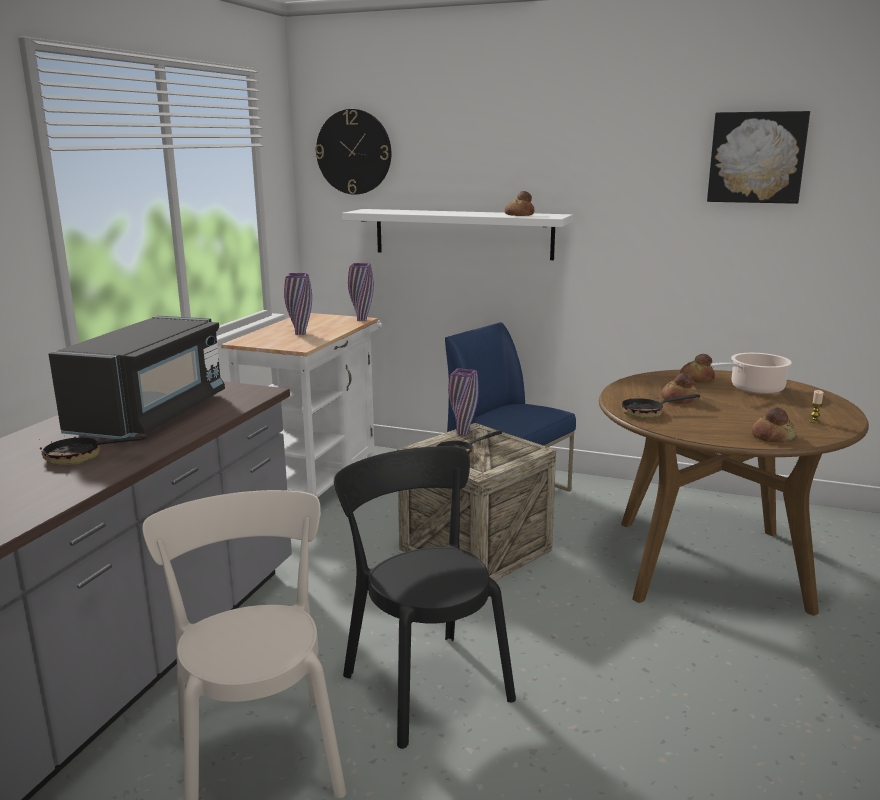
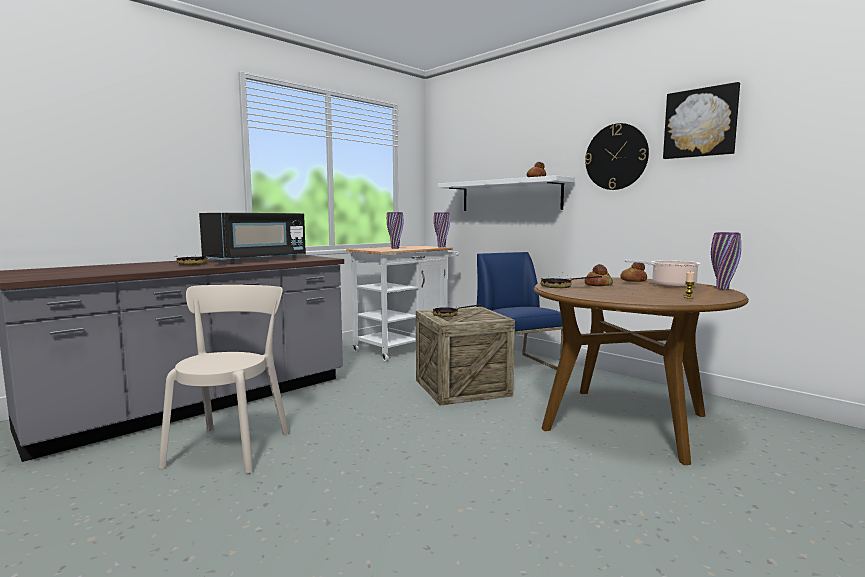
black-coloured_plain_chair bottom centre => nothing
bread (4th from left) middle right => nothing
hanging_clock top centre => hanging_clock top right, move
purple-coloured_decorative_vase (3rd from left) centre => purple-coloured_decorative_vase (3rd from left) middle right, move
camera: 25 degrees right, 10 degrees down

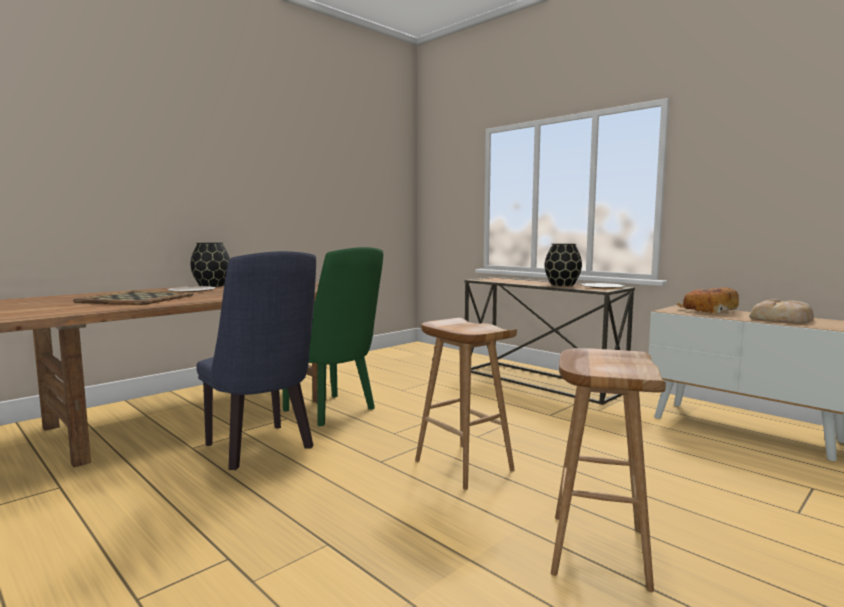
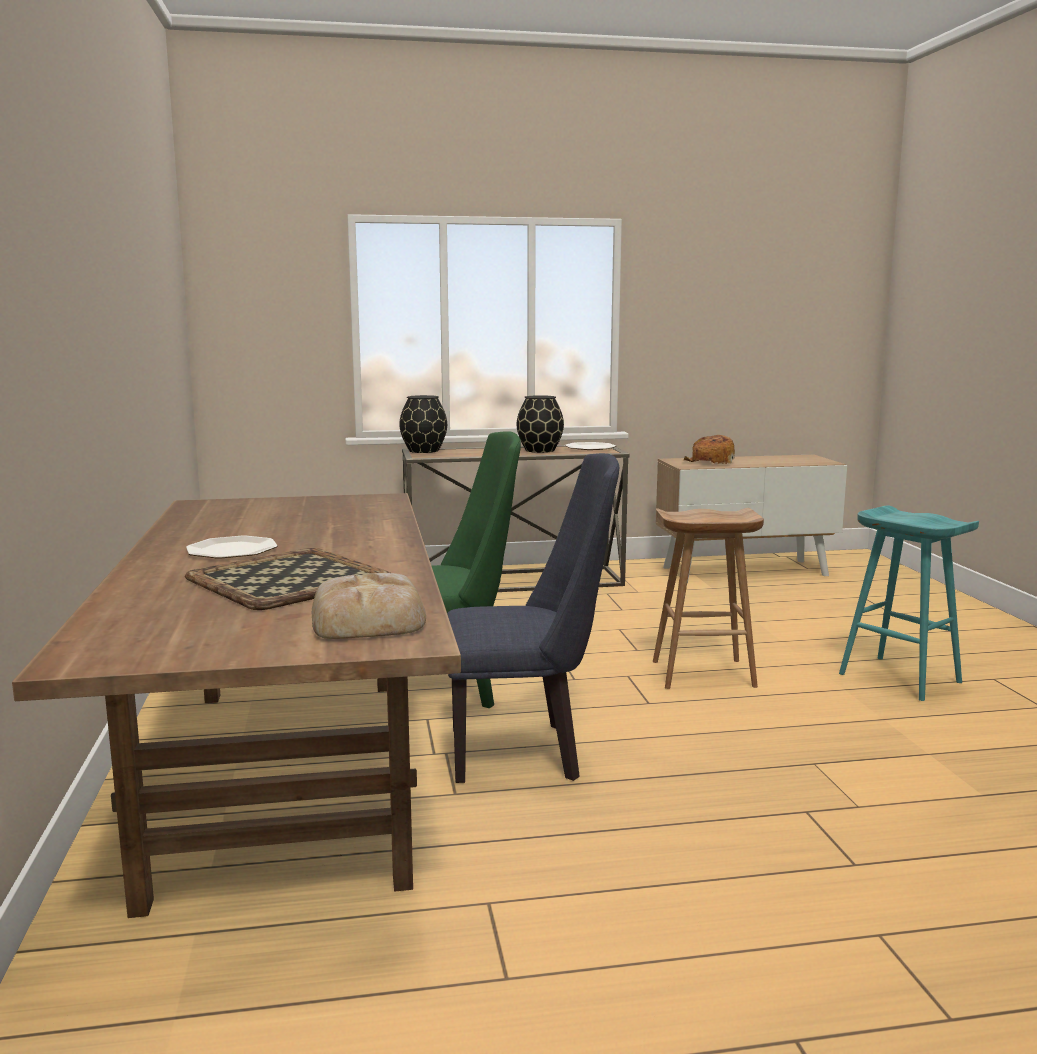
black-coloured_decorative_vase (1st from left) middle left => black-coloured_decorative_vase (1st from left) centre, move
bread (2nd from left in the first image) middle right => bread (1st from left) centre, move
brown-coloured_sitting_stool (2nd from left) bottom right => blue-green_sitting_stool middle right
camera: 55 degrees left, 5 degrees up

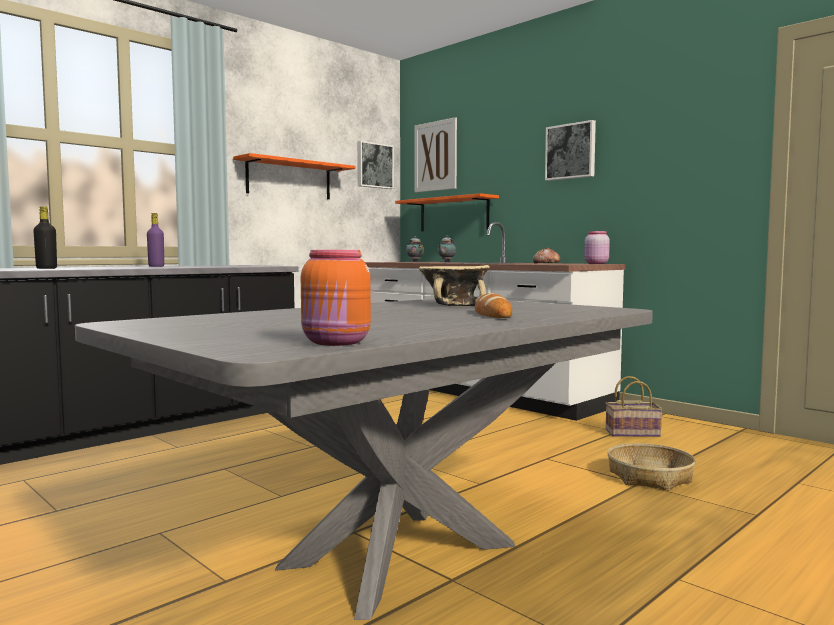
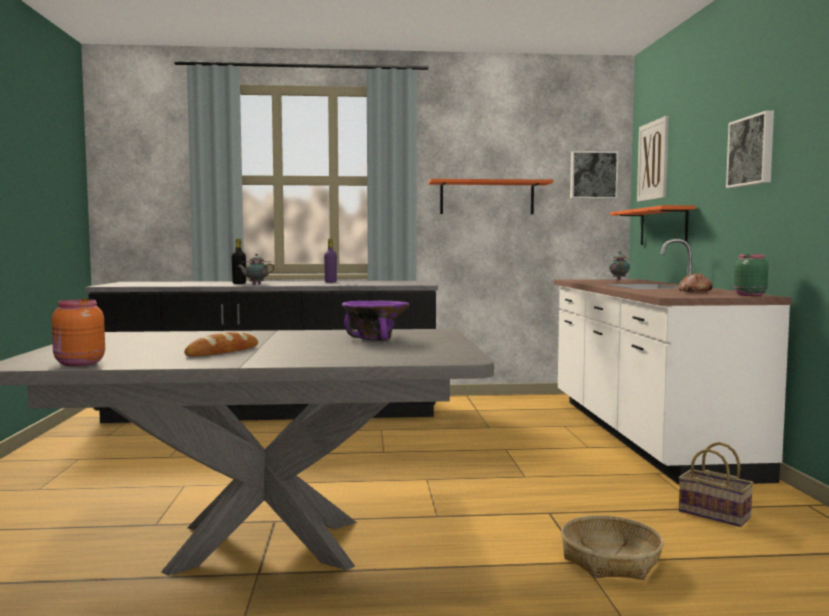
tea_pot (2nd from left in the first image) centre => tea_pot (1st from left) middle left, move
bread (1st from left) centre => bread (1st from left) middle left, move
sand-coloured_serving_bowl centre => purple-coloured_serving_bowl centre
pink-coloured_preserve_jar middle right => green-coloured_preserve_jar middle right
camera: 40 degrees right, 0 degrees up

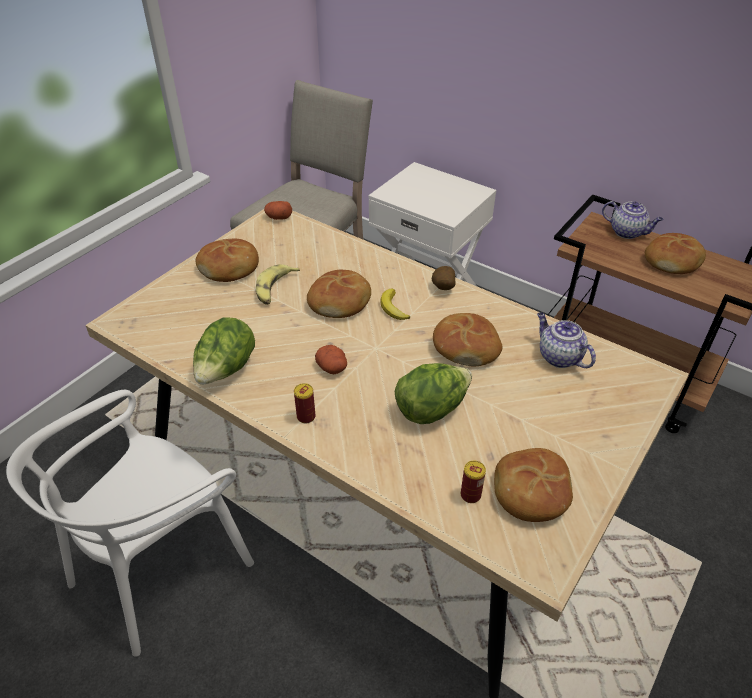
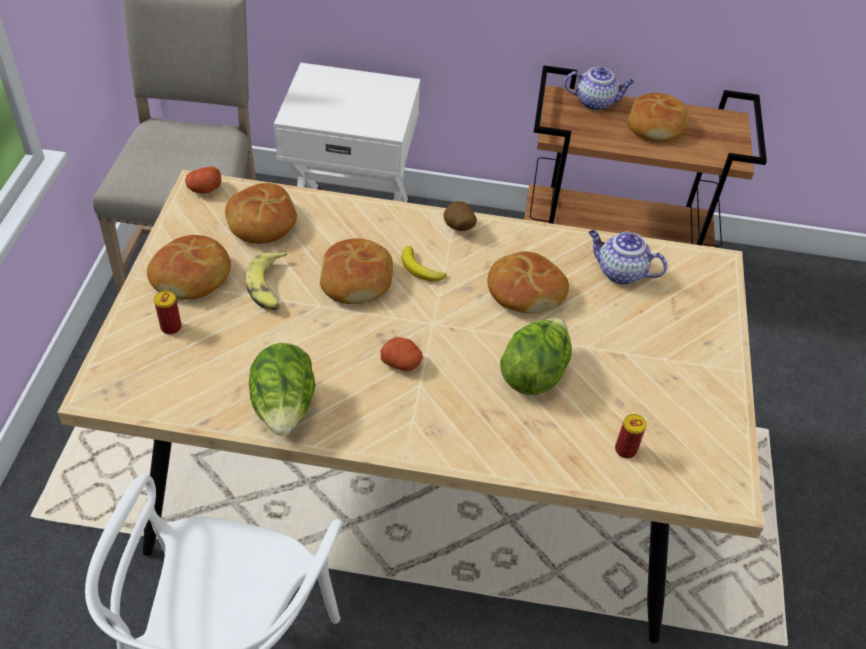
sealed_can (1st from left) centre => sealed_can (1st from left) middle left, move
bread (4th from left in the first image) bottom right => bread (2nd from left) top left, move
camera: 30 degrees left, 5 degrees up

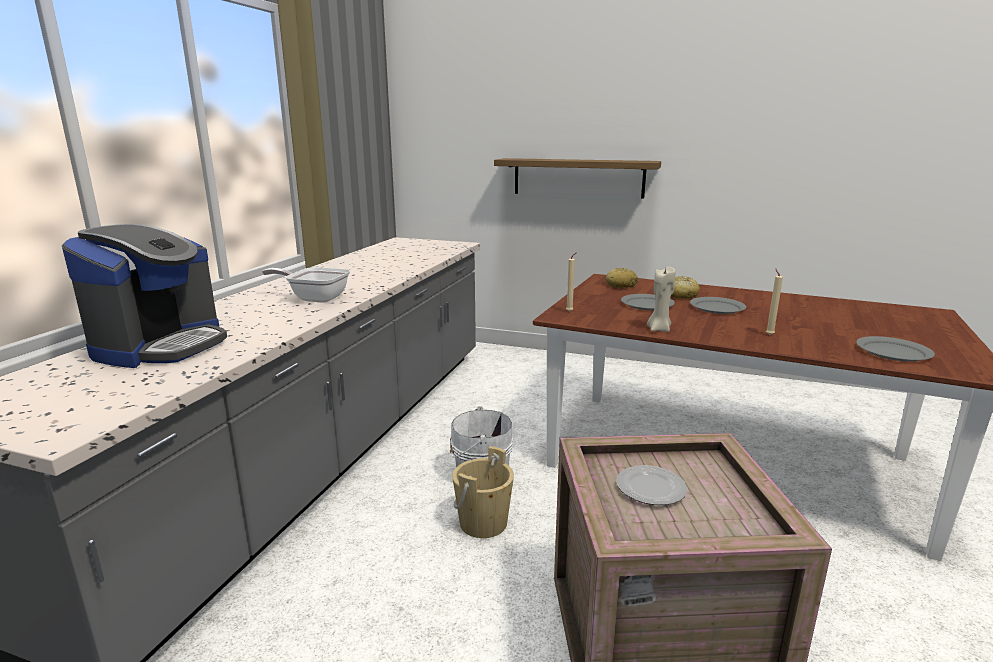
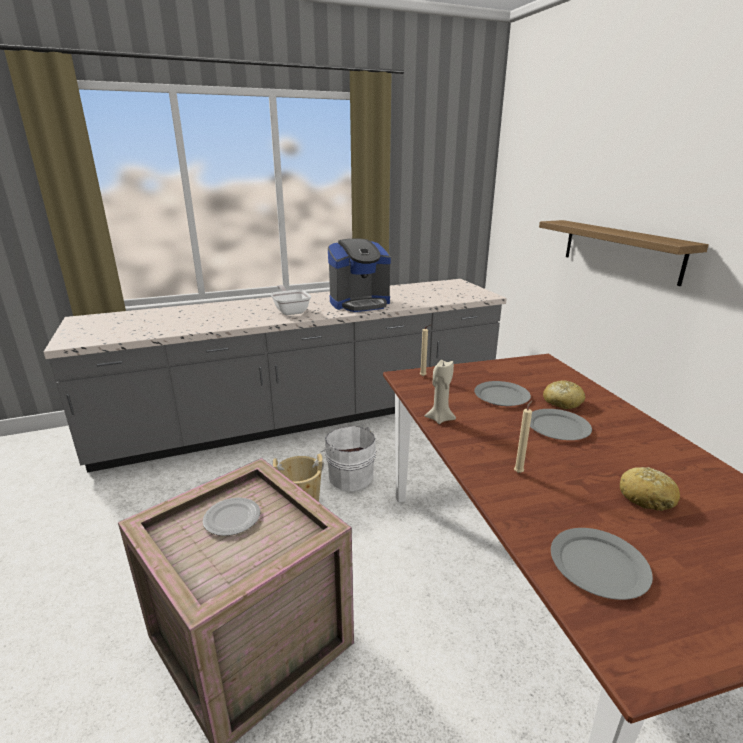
coffee_brewer middle left => coffee_brewer centre, move
bread (1st from left in the first image) centre => bread (2nd from left) middle right, move
camera: 50 degrees right, 5 degrees up

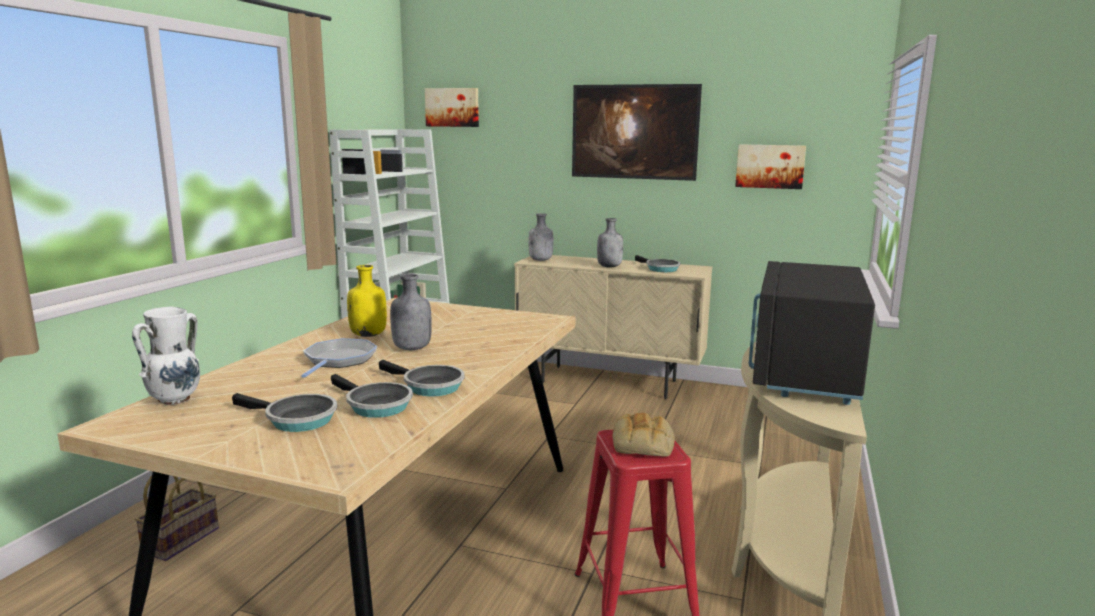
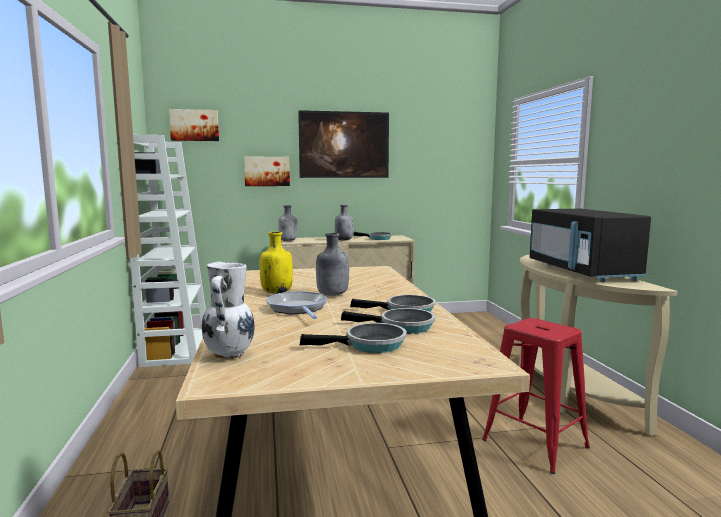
bread bottom centre => nothing
wall_picture (3rd from left in the first image) top right => wall_picture (2nd from left) top centre, move
camera: 30 degrees left, 5 degrees down

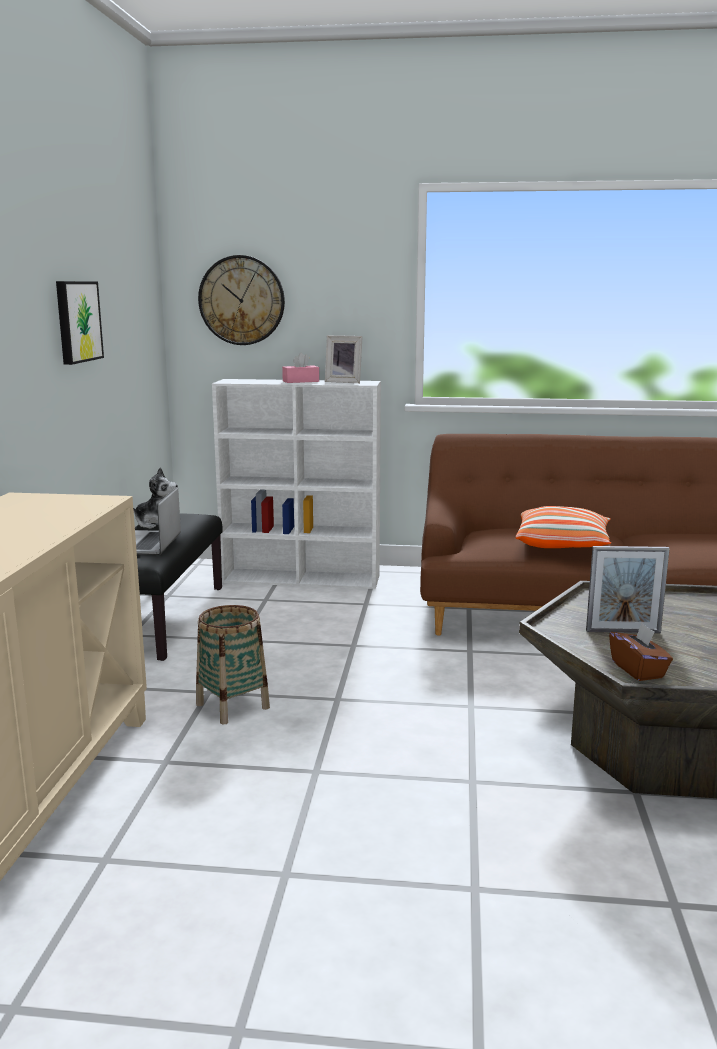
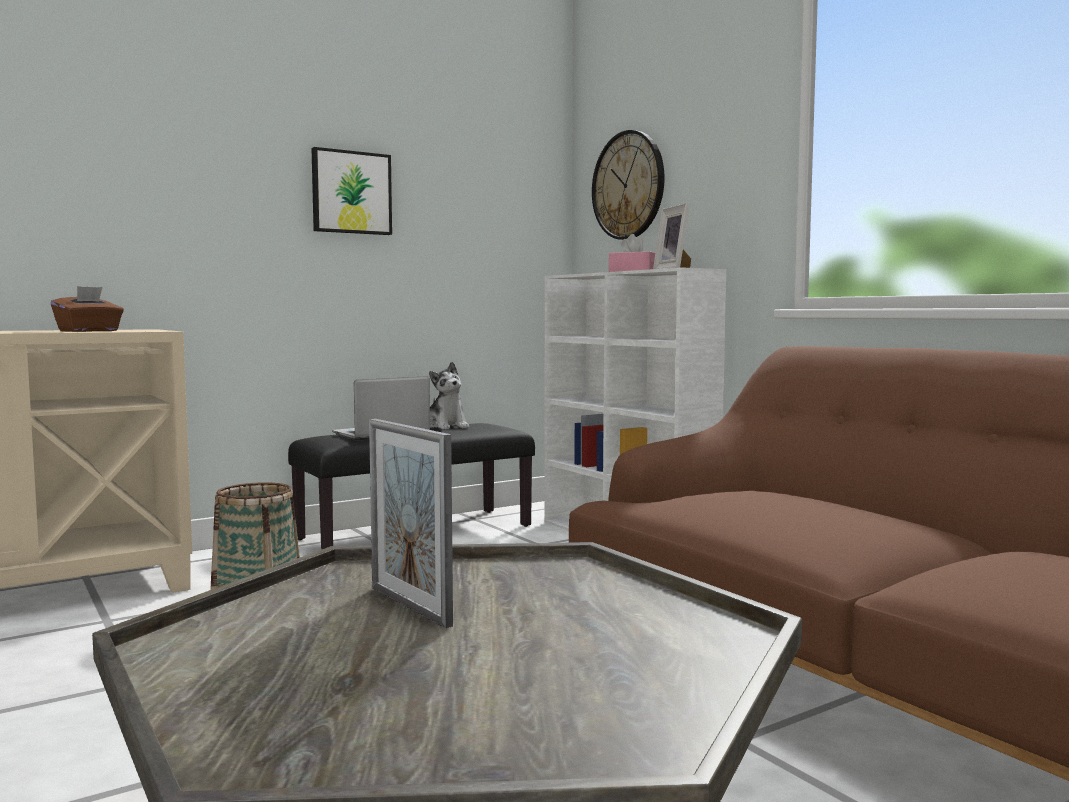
throw_pillow middle right => nothing
brown-coloured_tissue_holder middle right => brown-coloured_tissue_holder middle left, move
camera: 50 degrees right, 10 degrees down

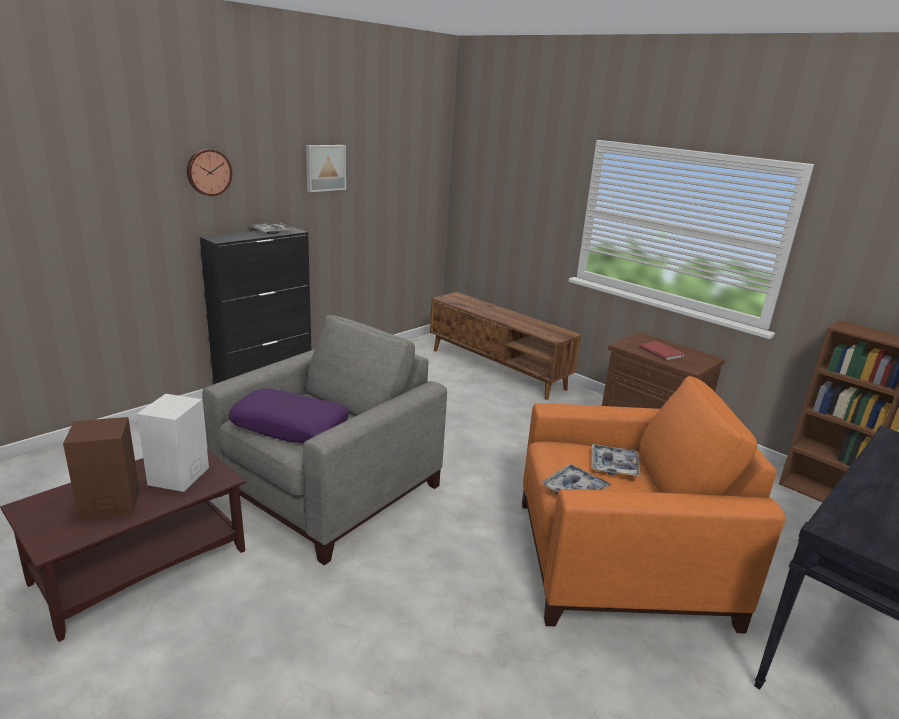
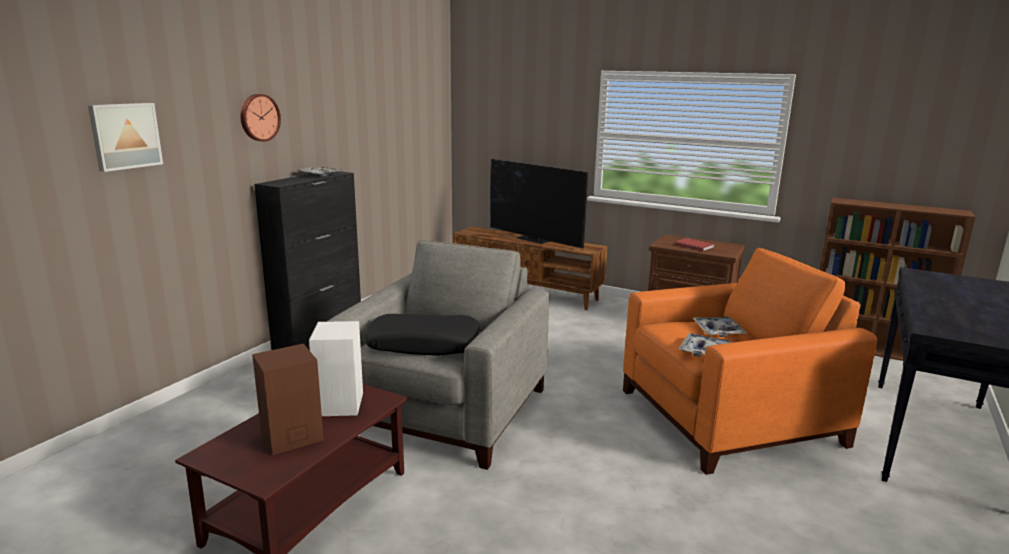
nothing => TV centre
wall_picture top centre => wall_picture top left, move
purple-coloured_throw_pillow middle left => black-coloured_throw_pillow centre
camera: 15 degrees left, 5 degrees down

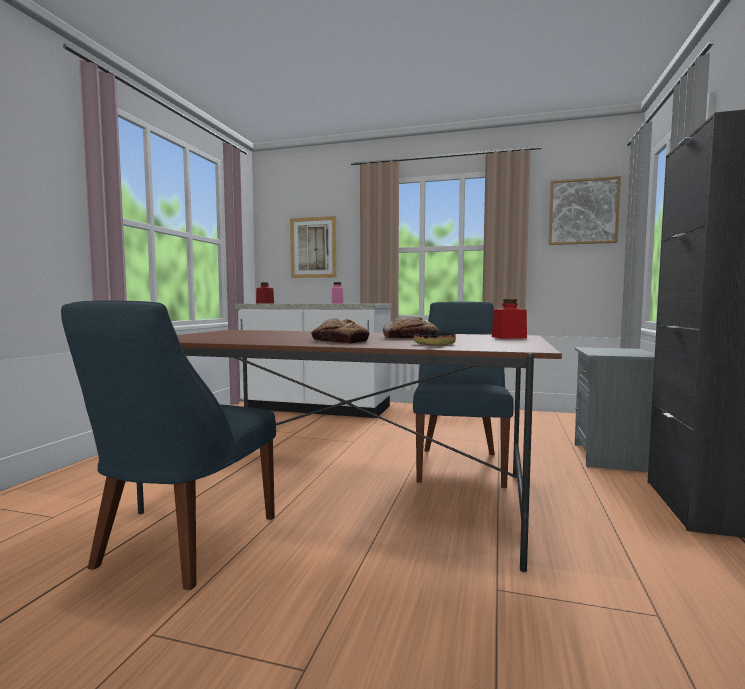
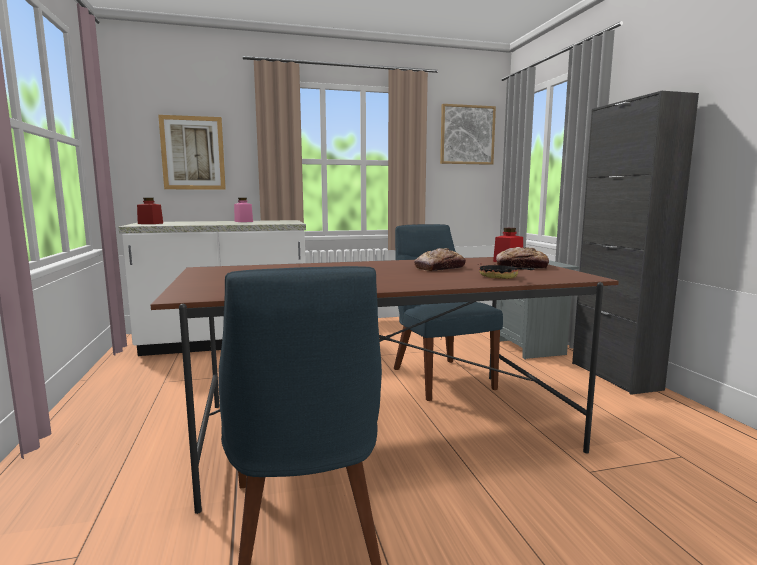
bread (1st from left in the first image) centre => bread (2nd from left) middle right, move
camera: 30 degrees left, 5 degrees up

